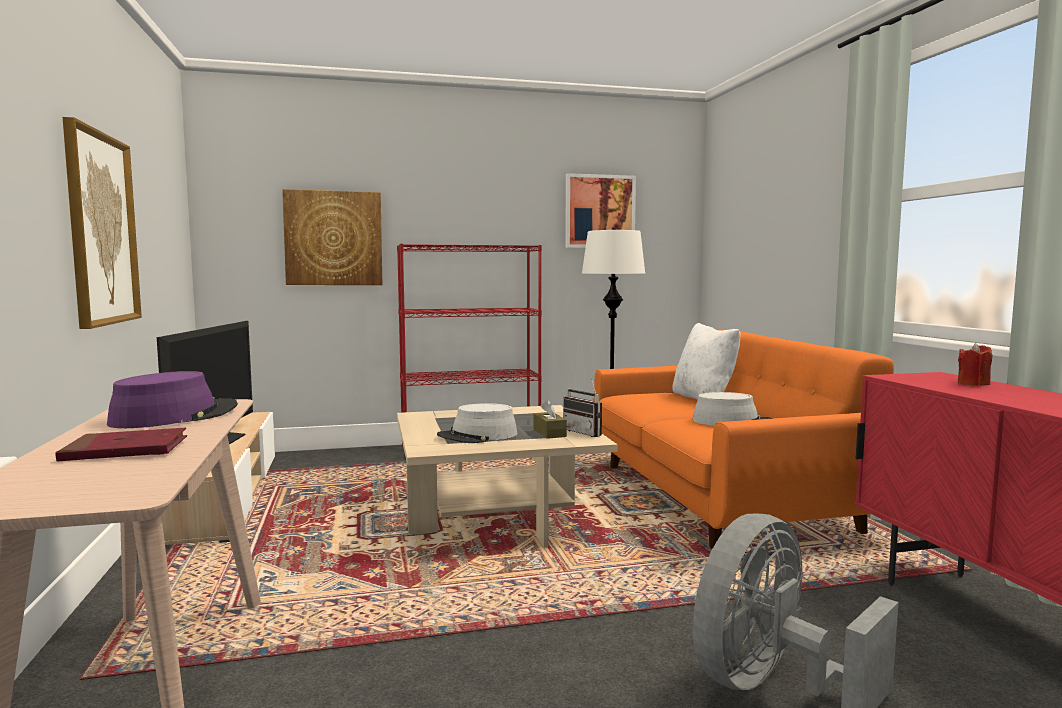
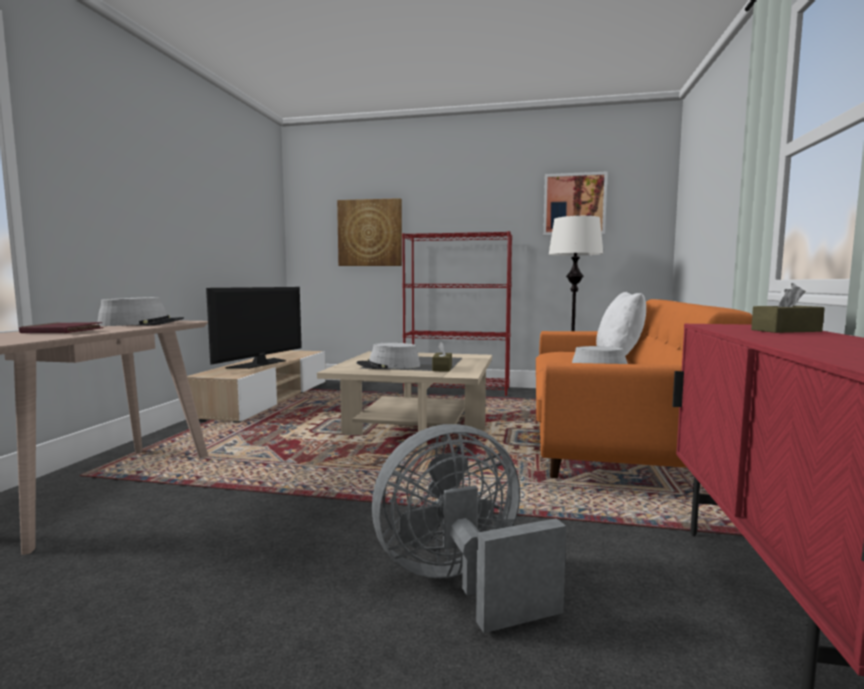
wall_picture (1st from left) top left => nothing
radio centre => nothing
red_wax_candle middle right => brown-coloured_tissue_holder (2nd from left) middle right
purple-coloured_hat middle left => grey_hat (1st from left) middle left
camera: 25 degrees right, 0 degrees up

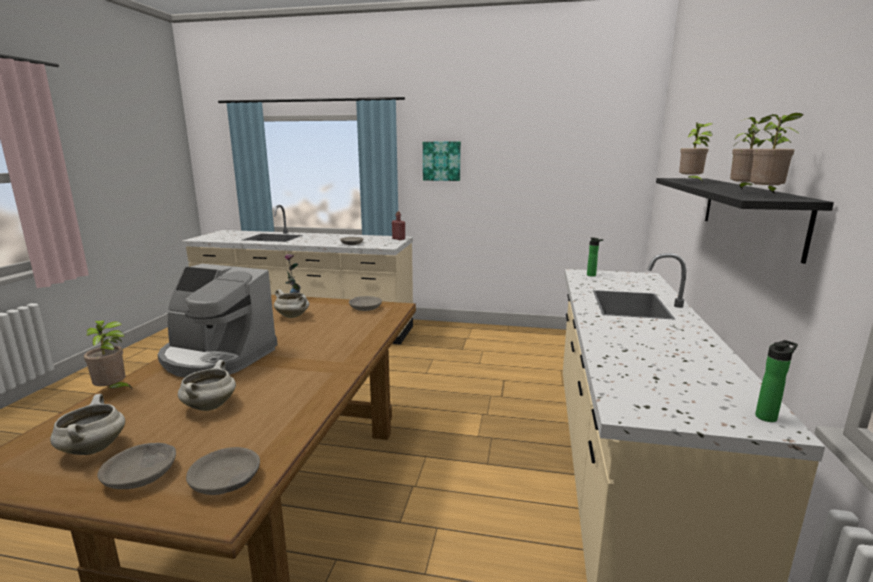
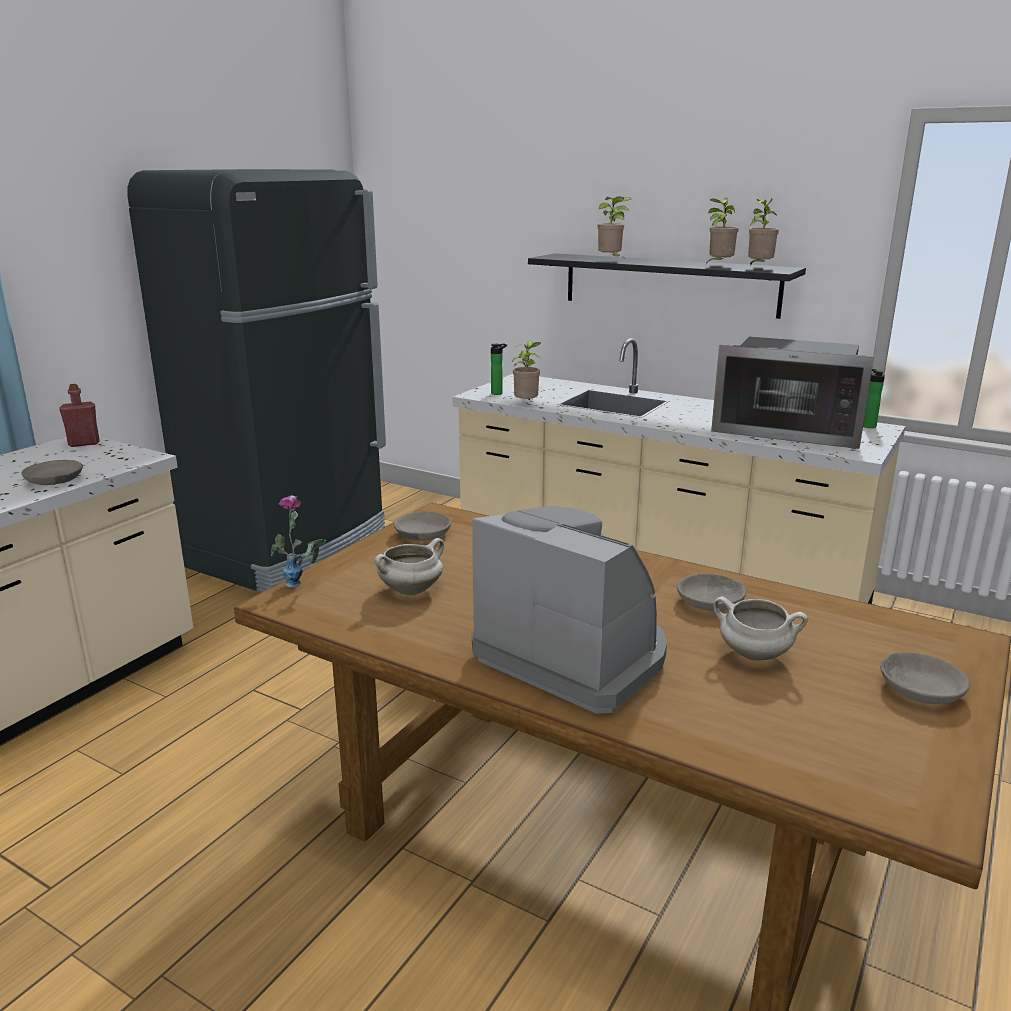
whitish_stockpot (1st from left) bottom left => nothing
wall_picture top centre => nothing
nothing => black-coloured_kitchen_fridge middle left
nothing => microwave middle right
potted_plant (1st from left) middle left => potted_plant (1st from left) centre, move
grey_serving_bowl (2nd from left in the first image) bottom left => grey_serving_bowl (3rd from left) middle right, move
coffee_brewer middle left => coffee_brewer centre, 90 degrees counterclockwise
camera: 70 degrees left, 5 degrees up

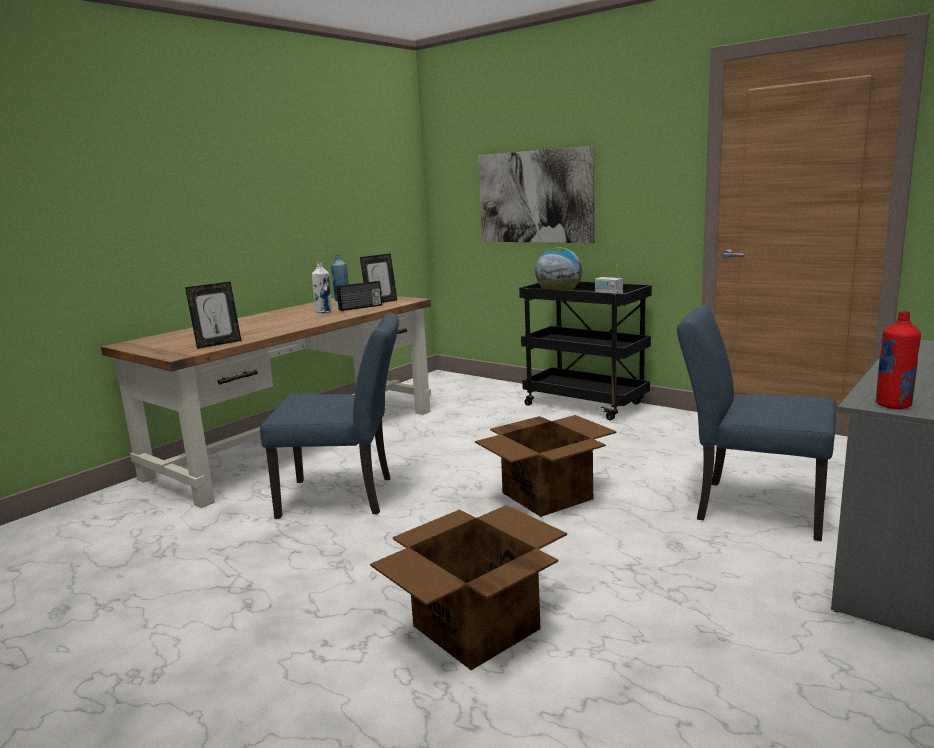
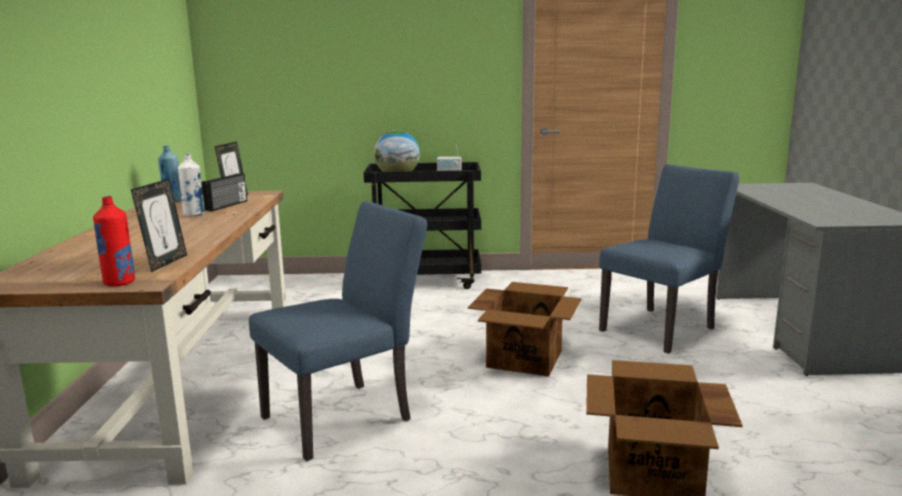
wall_picture top centre => nothing
red_drink_bottle middle right => red_drink_bottle middle left, move
blue-coloured_plain_chair (2nd from left) middle right, 150 degrees clockwise
camera: 40 degrees left, 0 degrees up

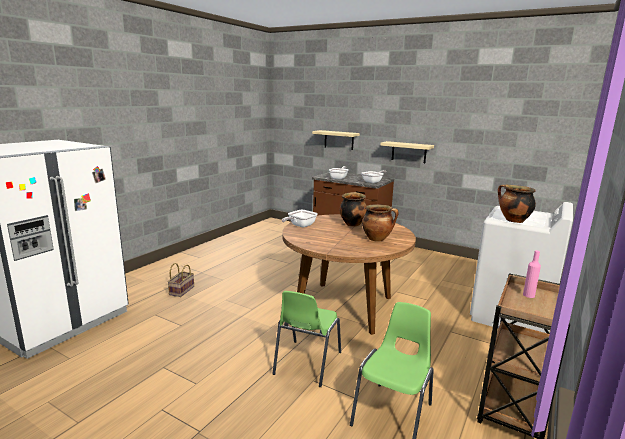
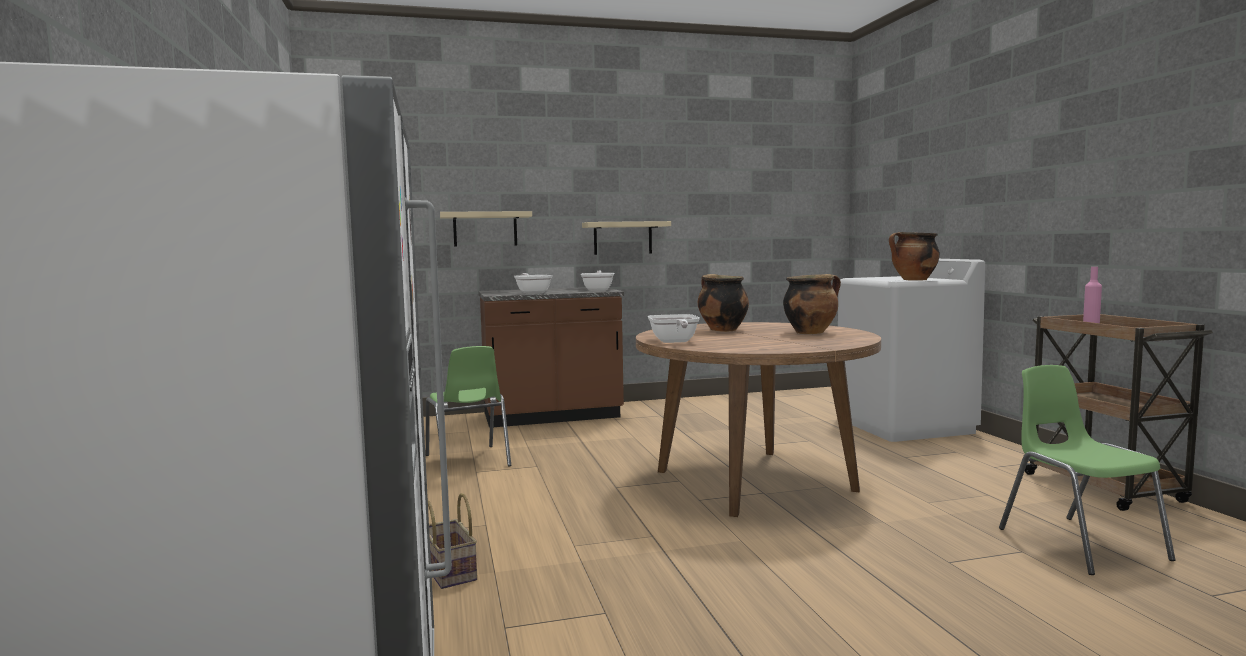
green-coloured_plain_chair (1st from left) bottom centre => green-coloured_plain_chair (1st from left) centre, move
camera: 45 degrees left, 10 degrees down

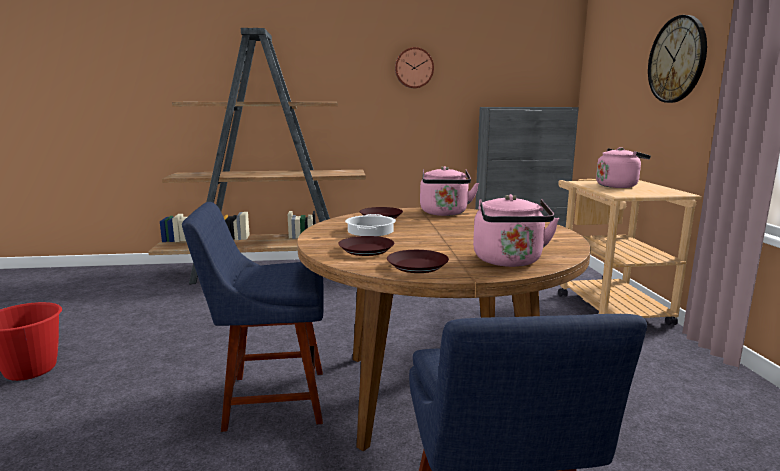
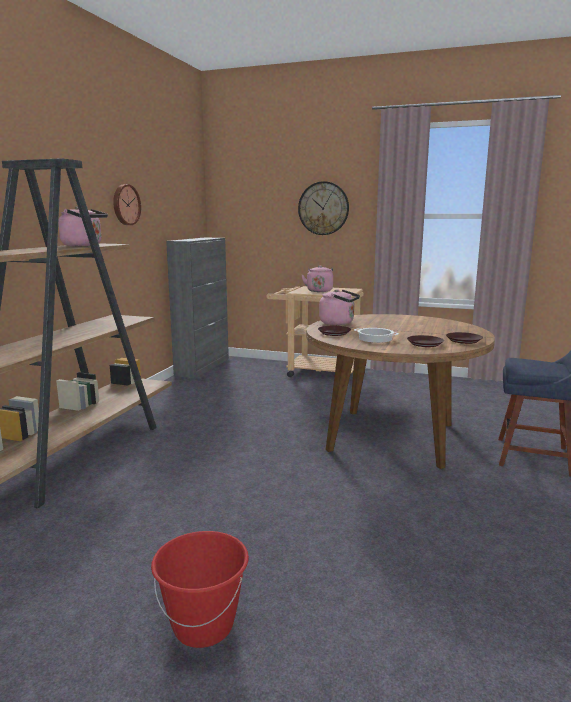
blue-coloured_plain_chair (1st from left) bottom left => nothing
pink-coloured_water_kettle (2nd from left in the first image) centre => pink-coloured_water_kettle (1st from left) top left, move
camera: 65 degrees left, 0 degrees up

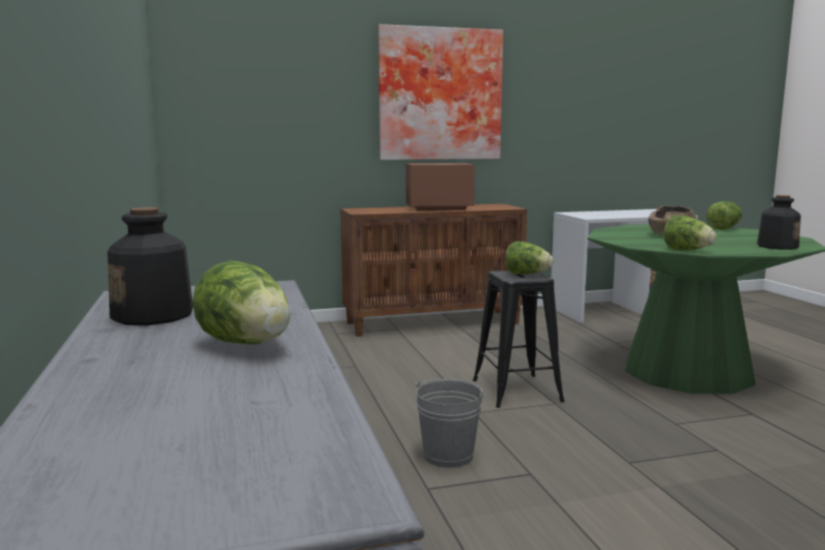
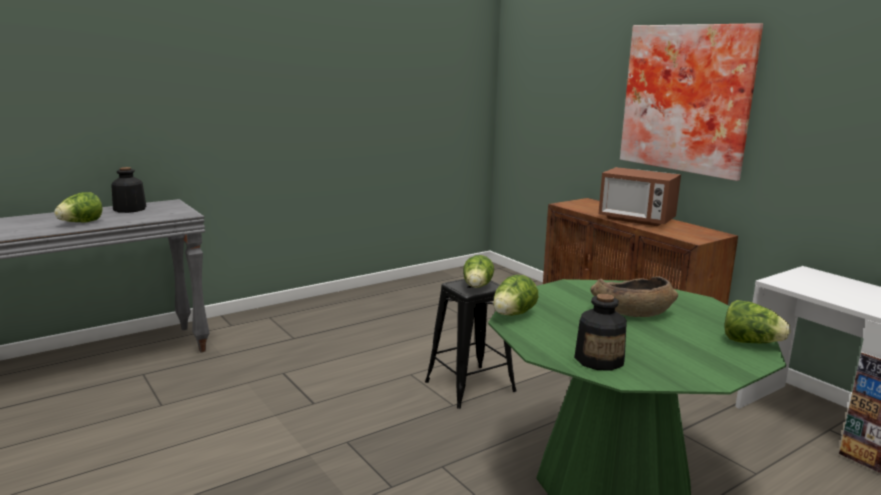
grey_water_bucket bottom centre => nothing
microwave centre => microwave middle right, 150 degrees clockwise
camera: 70 degrees right, 5 degrees up

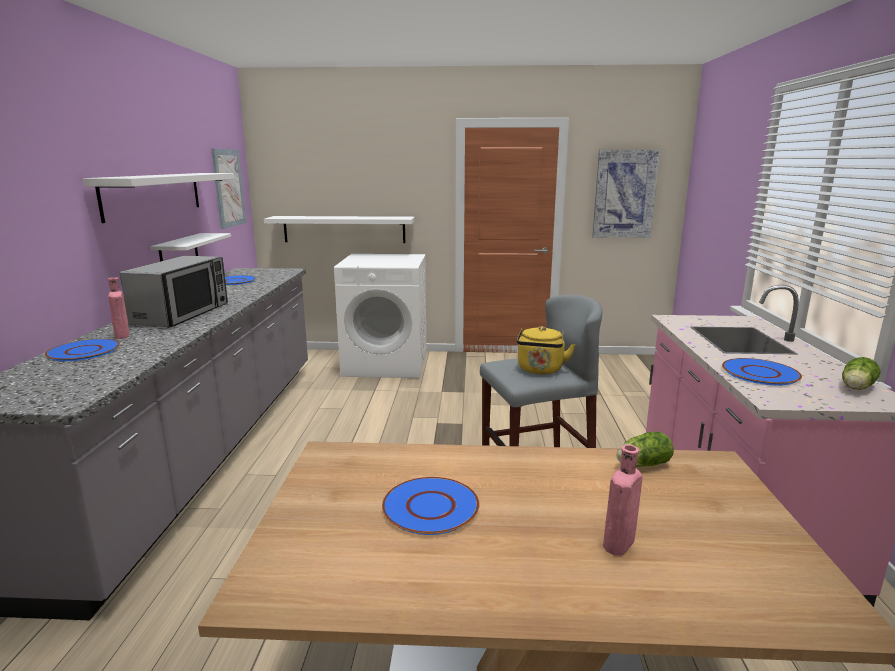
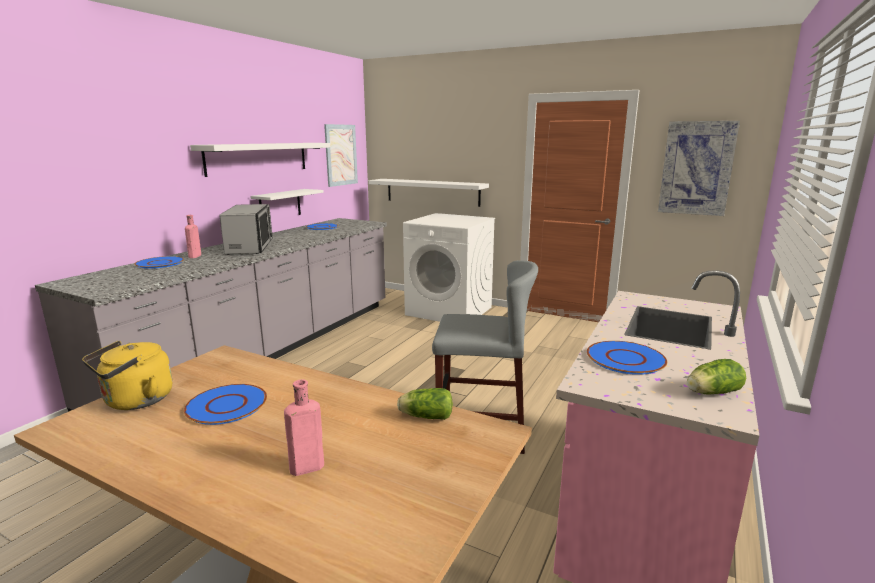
yellow-coloured_water_kettle centre => yellow-coloured_water_kettle middle left, move
microwave middle left, 45 degrees counterclockwise
camera: 25 degrees right, 0 degrees up

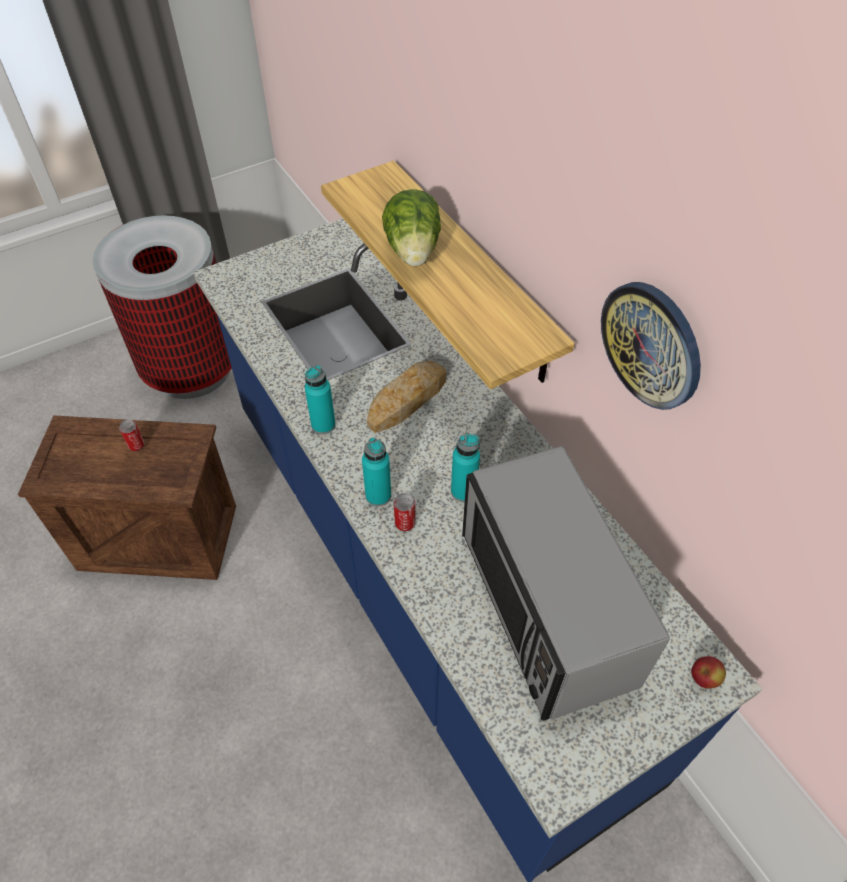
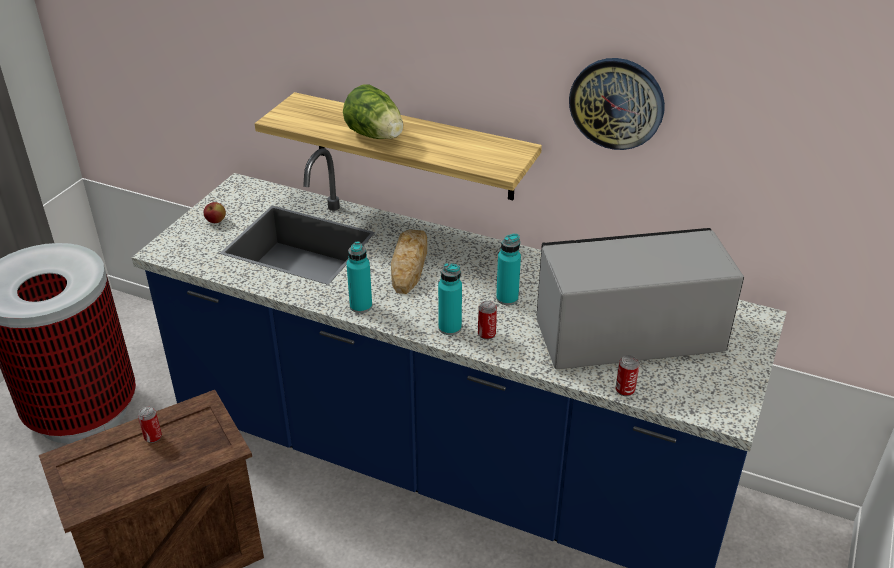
nothing => sealed_can (3rd from left) middle right
apple_fruit bottom right => apple_fruit middle left, move
microwave middle right, 135 degrees clockwise
camera: 35 degrees left, 15 degrees down

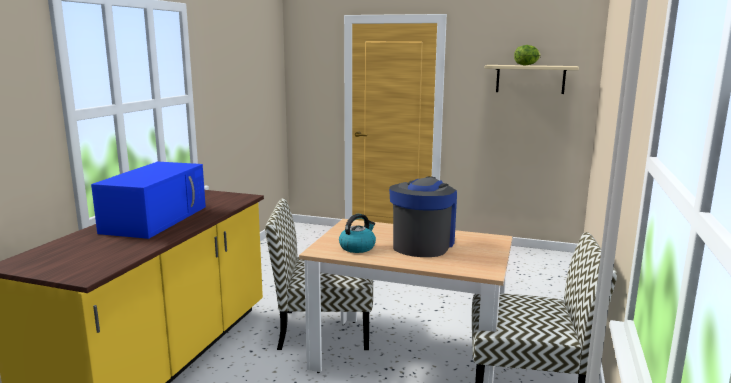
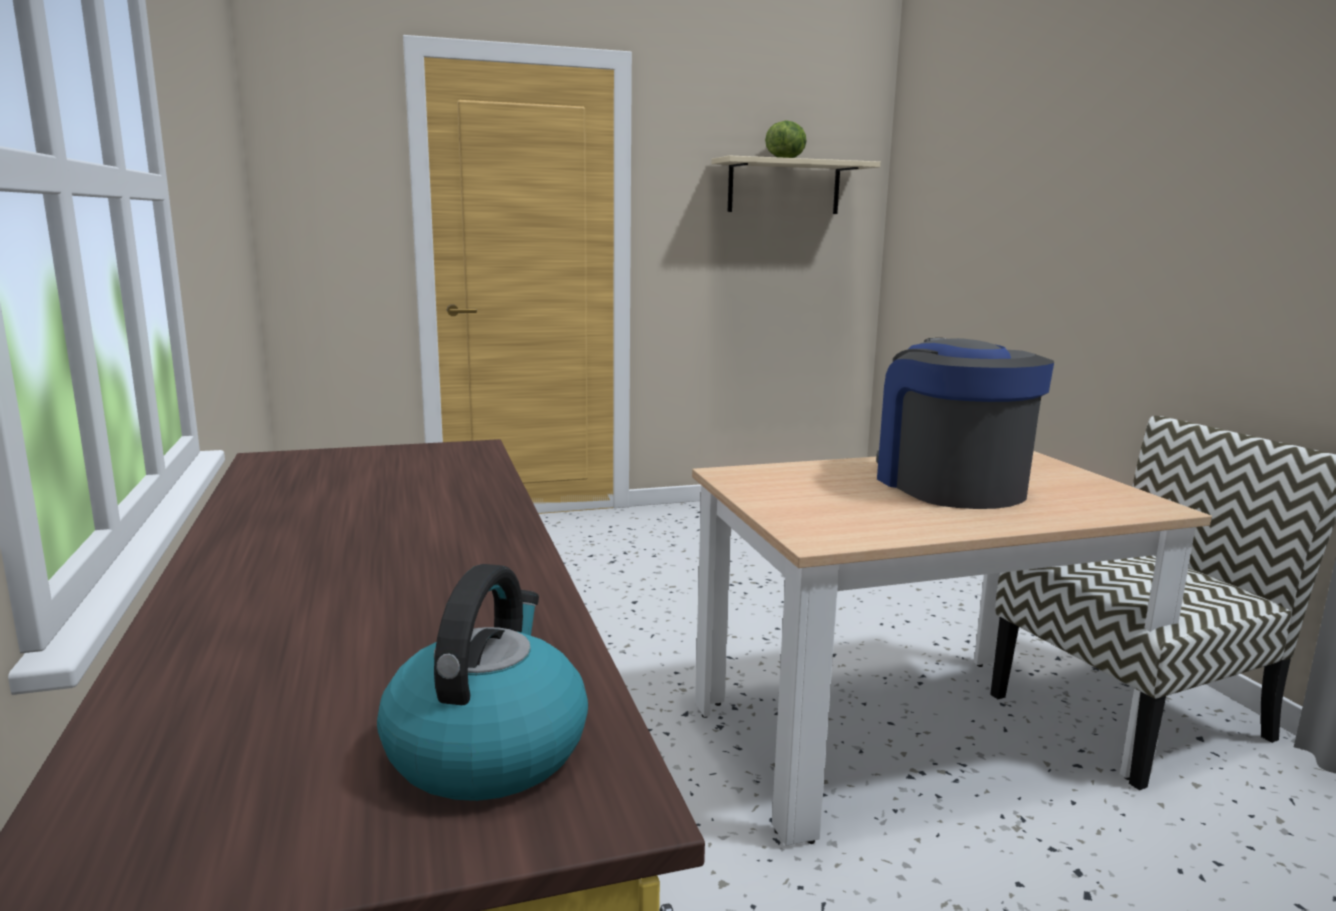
blue-coloured_microwave middle left => nothing
plain_chair (1st from left) bottom centre => nothing
water_kettle centre => water_kettle bottom centre, move
camera: 35 degrees left, 0 degrees up

